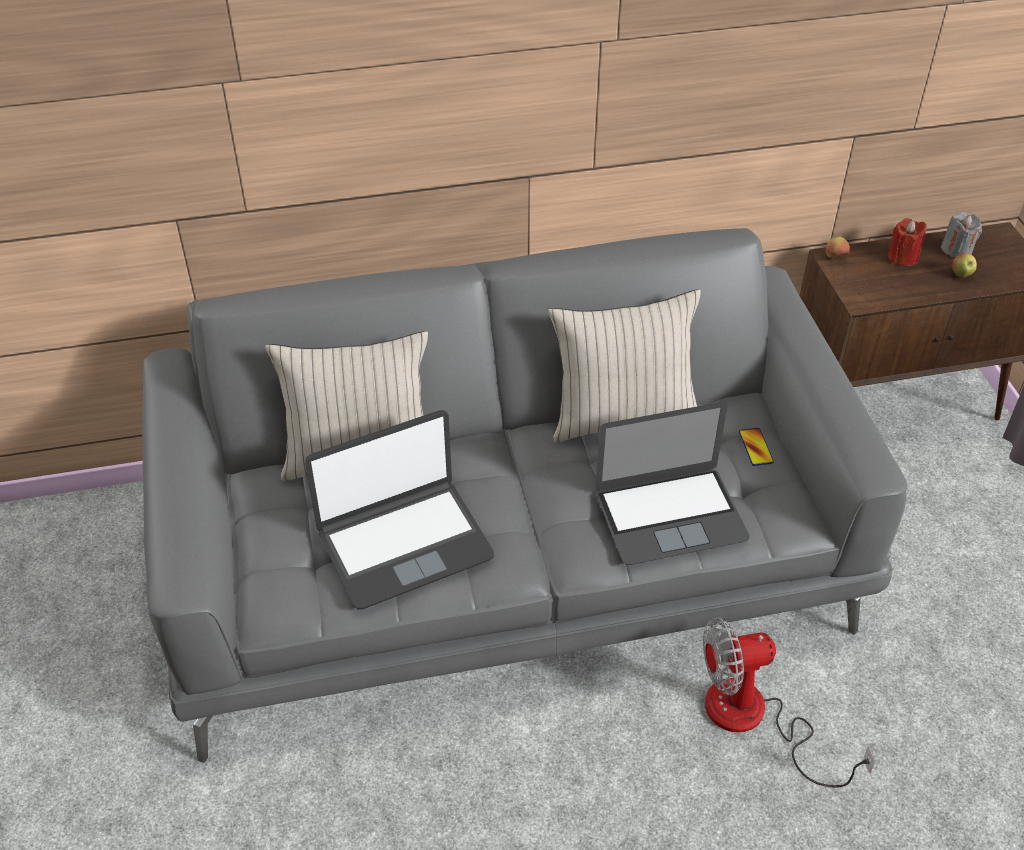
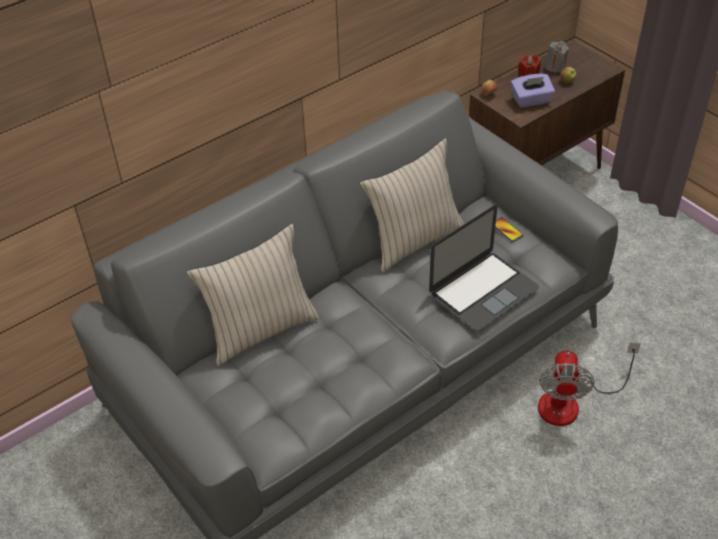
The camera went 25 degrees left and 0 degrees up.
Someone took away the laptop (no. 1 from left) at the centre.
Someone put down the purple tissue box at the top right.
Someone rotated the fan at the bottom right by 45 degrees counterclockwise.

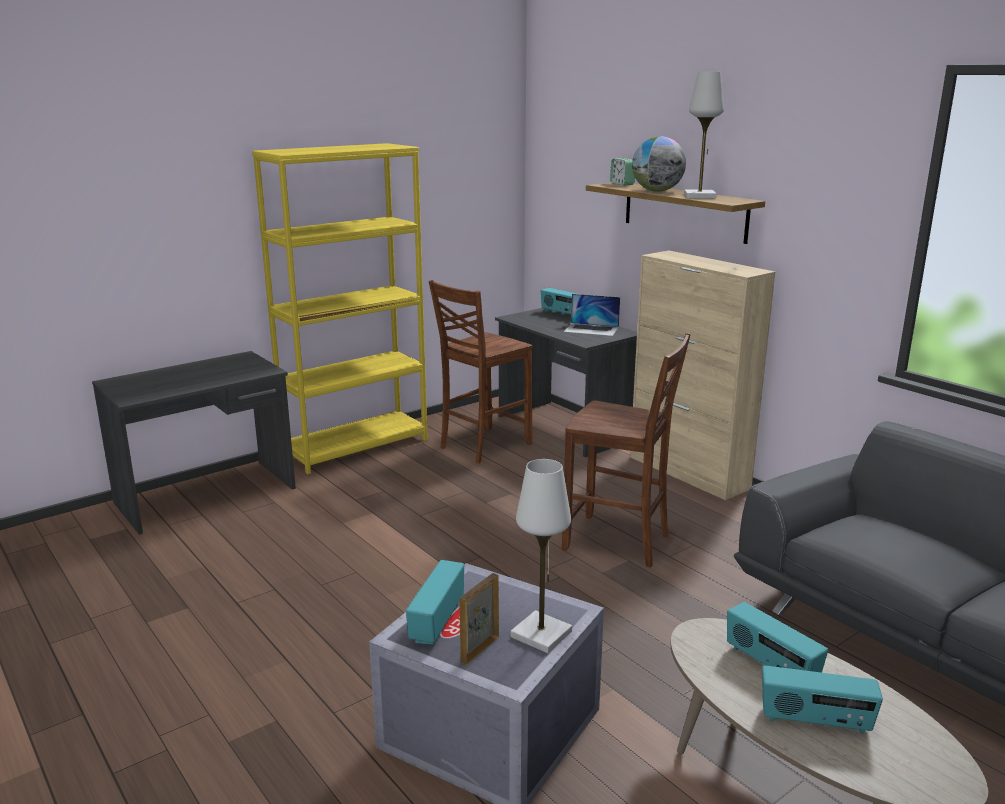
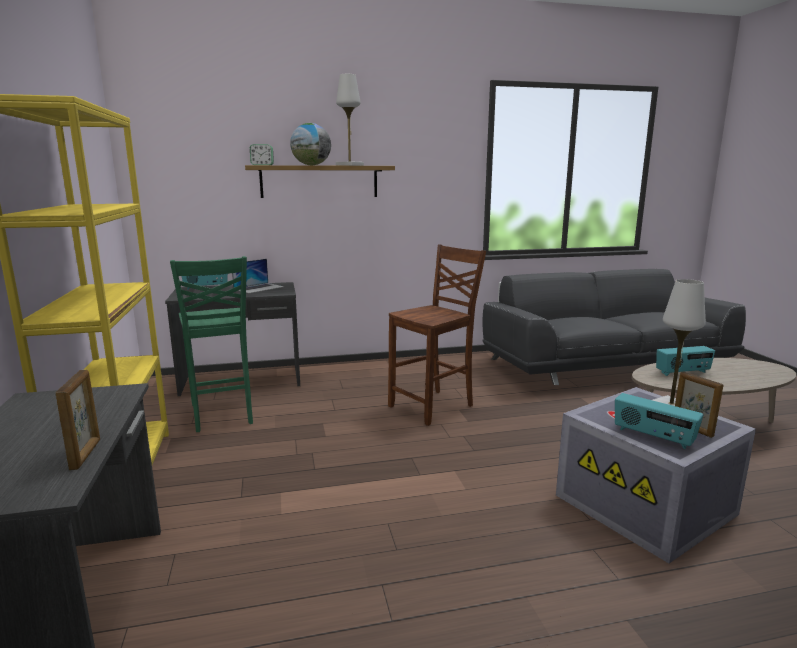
The camera went 65 degrees left and 5 degrees down.
Someone took away the beige cabinet at the middle right.
Someone took away the radio (no. 4 from left) at the bottom right.
Someone put down the picture frame (no. 1 from left) at the middle left.
Someone repainted the brown chair (no. 1 from left) at the centre, which became the green chair at the middle left.

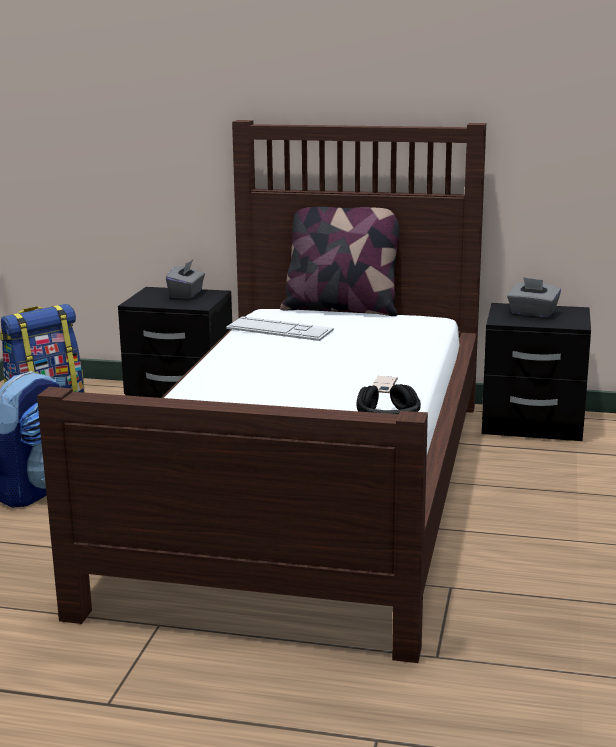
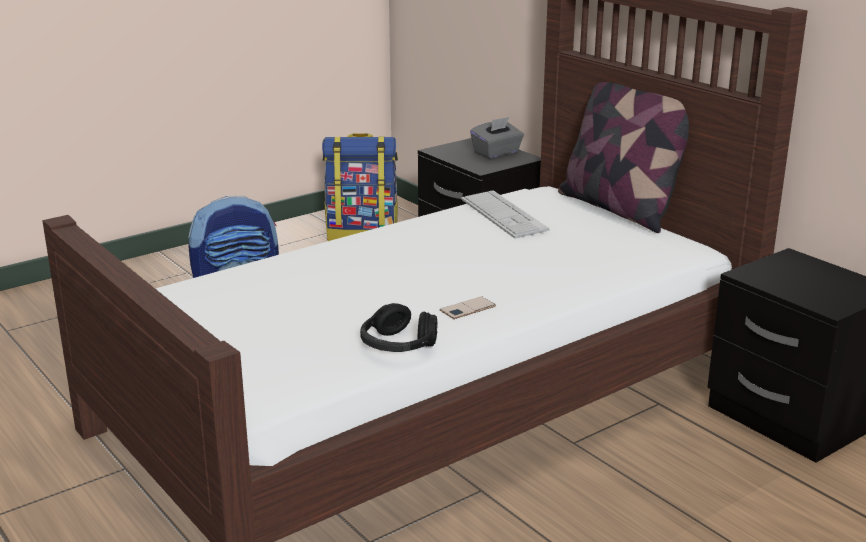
The camera went 40 degrees right and 5 degrees up.
Someone took away the grey tissue box (no. 2 from left) at the middle right.

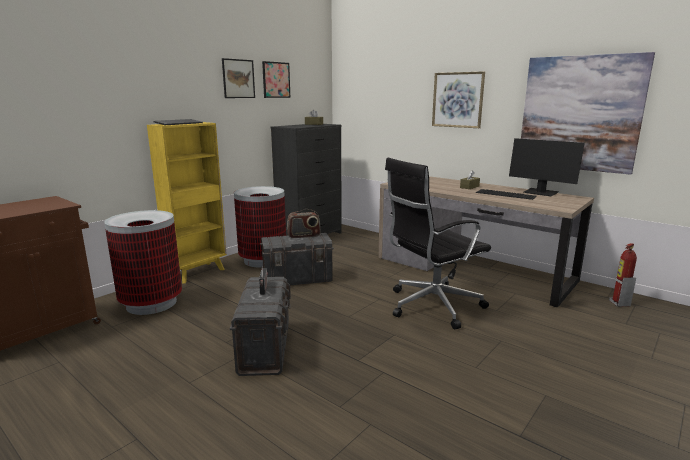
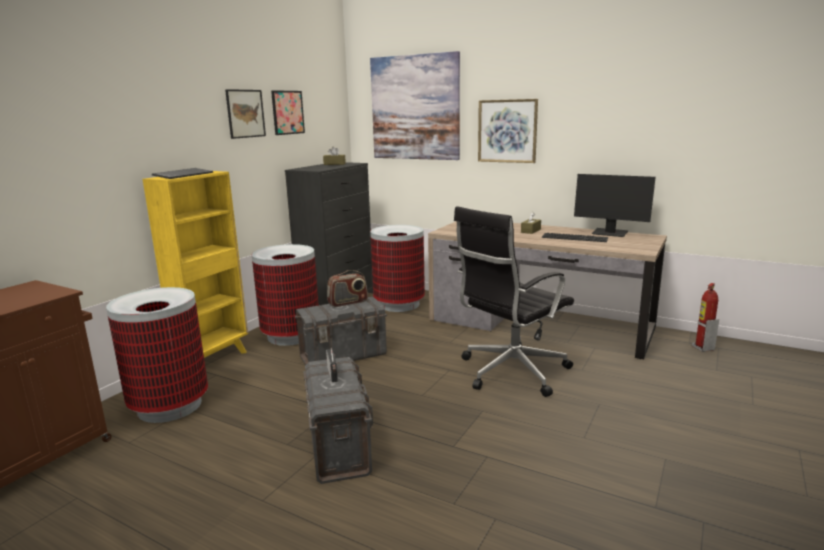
The camera went 10 degrees left and 0 degrees up.
Someone put down the trash can (no. 3 from left) at the centre.
Someone carried the picture (no. 4 from left in the first image) from the top right to the top centre.

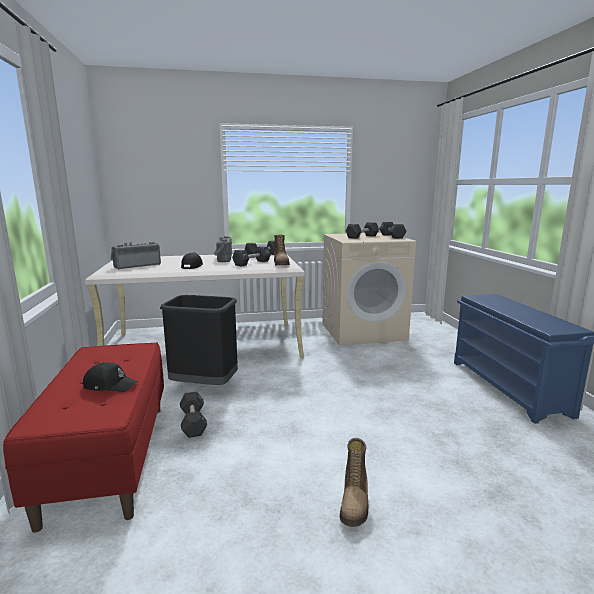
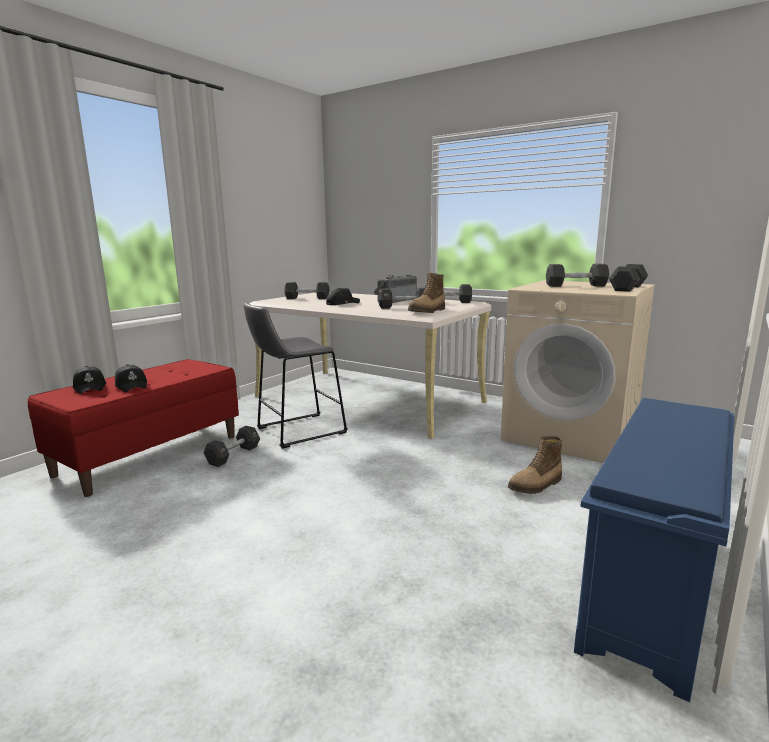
The camera went 45 degrees right and 0 degrees up.
Someone put down the black cap (no. 1 from left) at the middle left.
Someone carried the boot (no. 2 from left) from the bottom centre to the middle right.
Someone swapped the radio (no. 1 from left) at the middle left for the black dumbbell (no. 2 from left) at the centre.
Someone swapped the black trash can at the centre for the grey stool at the centre.

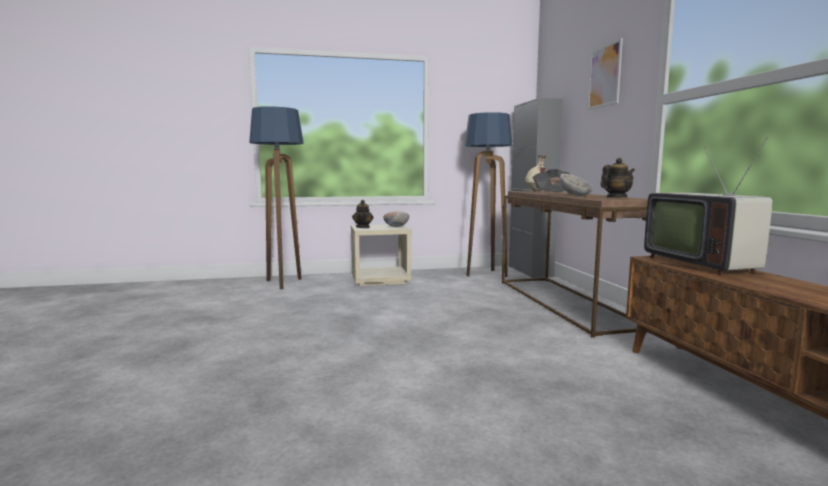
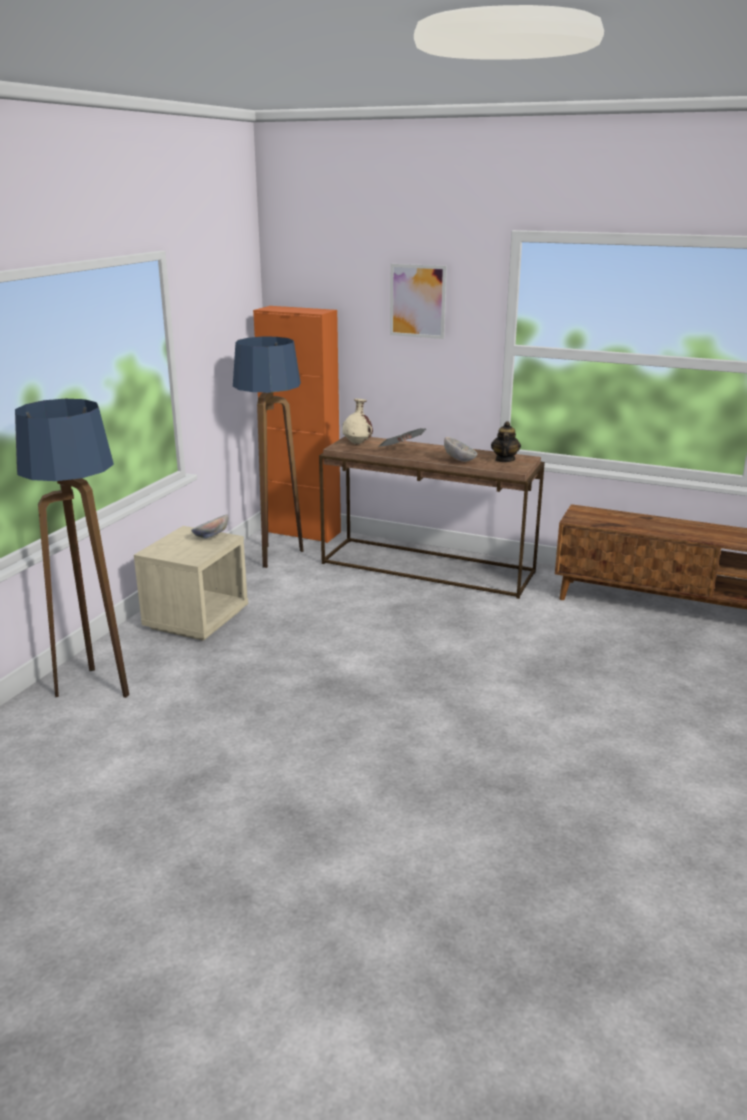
The camera went 55 degrees left and 15 degrees up.
Someone took away the teapot (no. 1 from left) at the centre.
Someone took away the television at the middle right.
Someone repainted the grey cabinet at the centre, which became the orange cabinet at the centre.

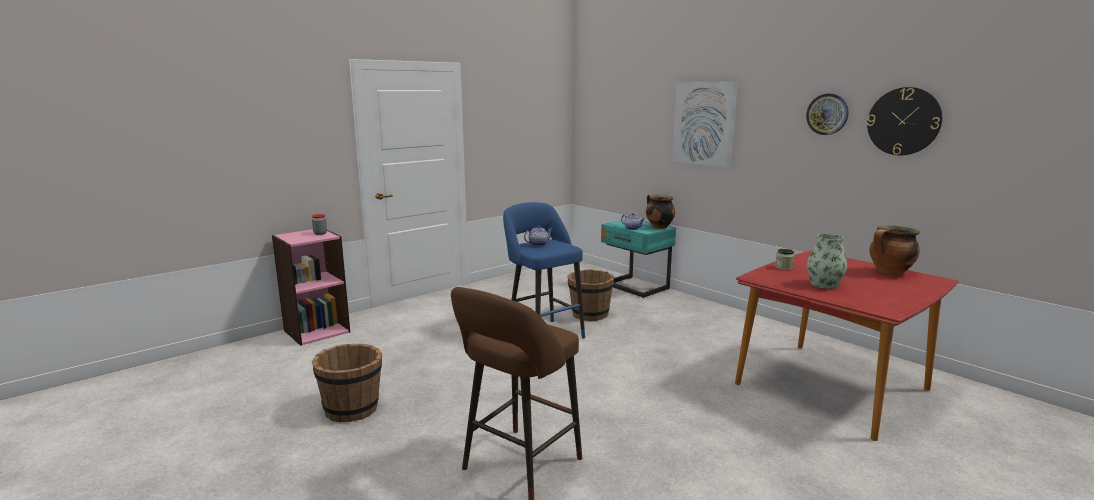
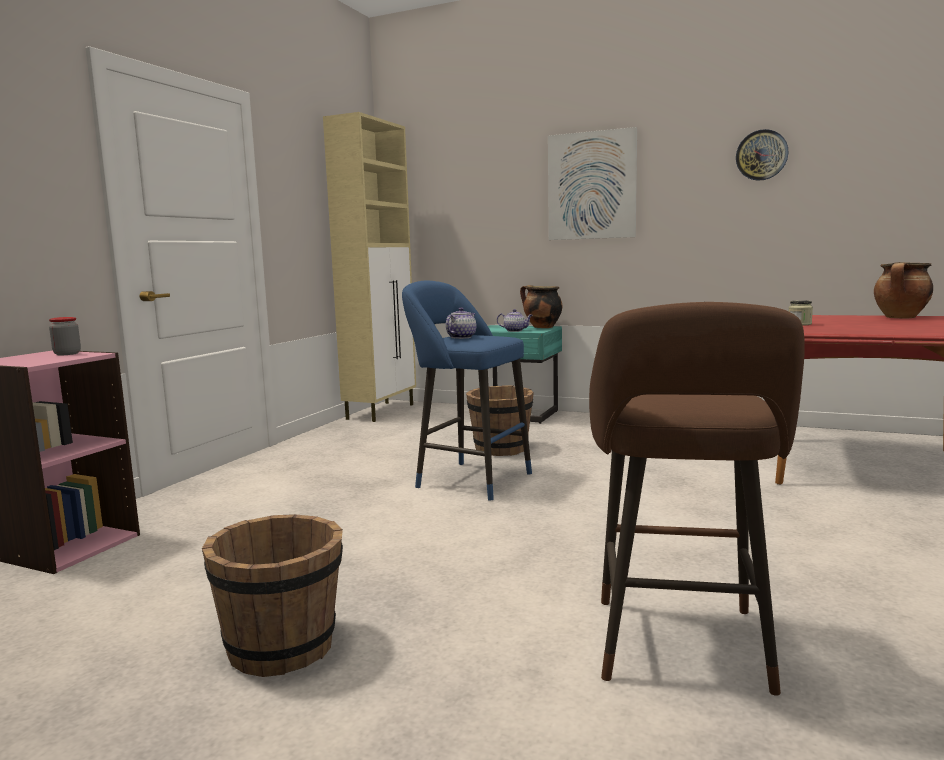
The camera went 25 degrees left and 5 degrees down.
Someone took away the vase at the middle right.
Someone took away the wall clock (no. 2 from left) at the top right.
Someone put down the beige cabinet at the centre.

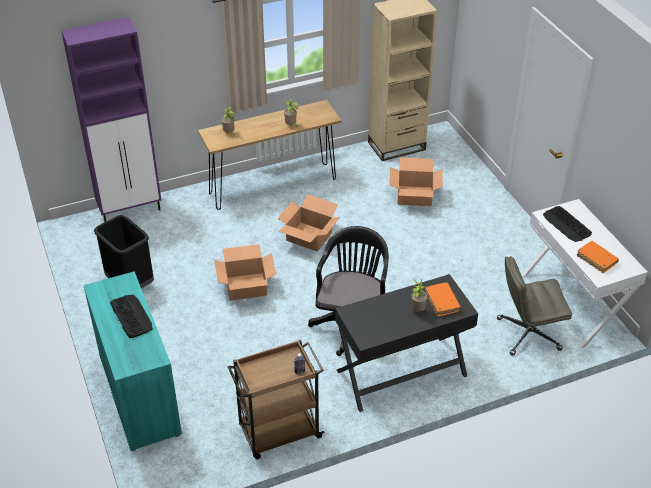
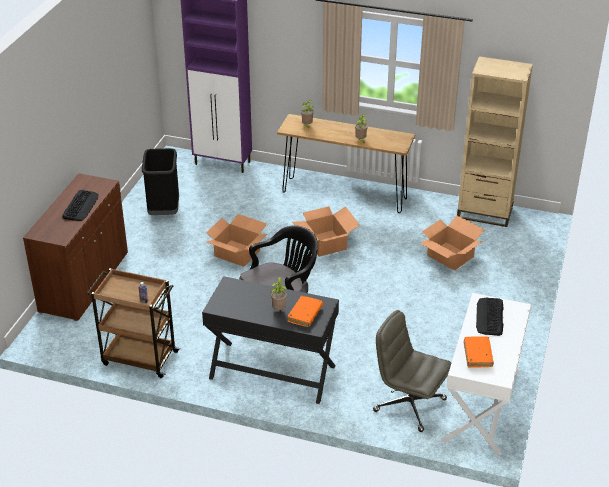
The camera went 40 degrees right and 5 degrees down.
Someone repainted the turquoise cabinet at the bottom left, which became the brown cabinet at the middle left.

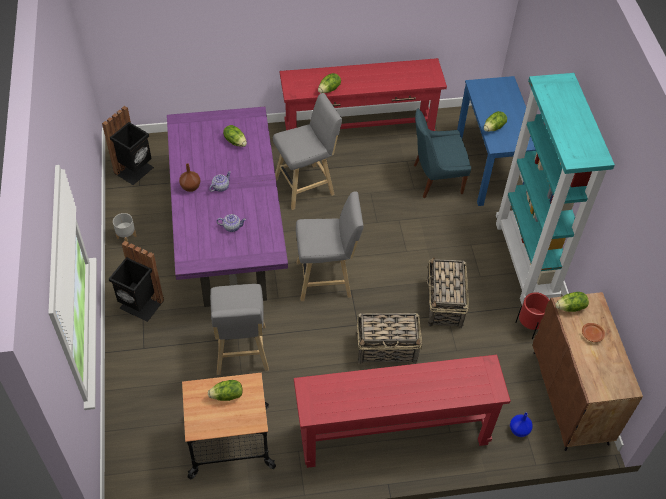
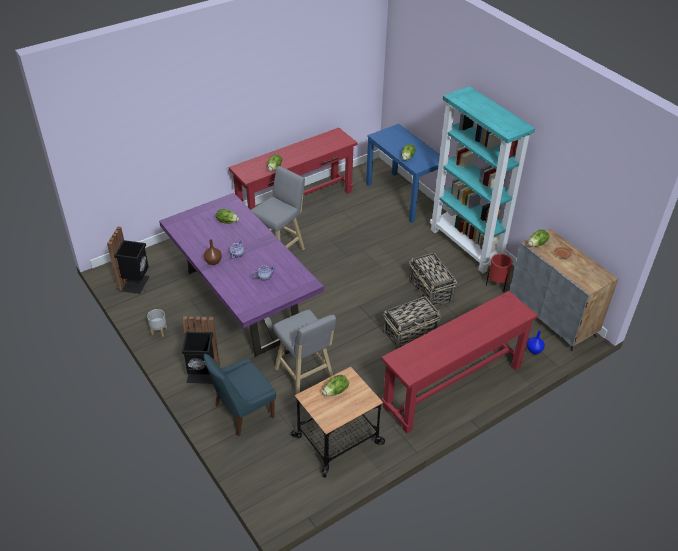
The camera went 25 degrees left and 10 degrees down.
Someone took away the grey stool (no. 3 from left) at the centre.
Someone carried the blue chair from the top centre to the bottom centre.
Someone repainted the brown cabinet at the bottom right, which became the grey cabinet at the middle right.

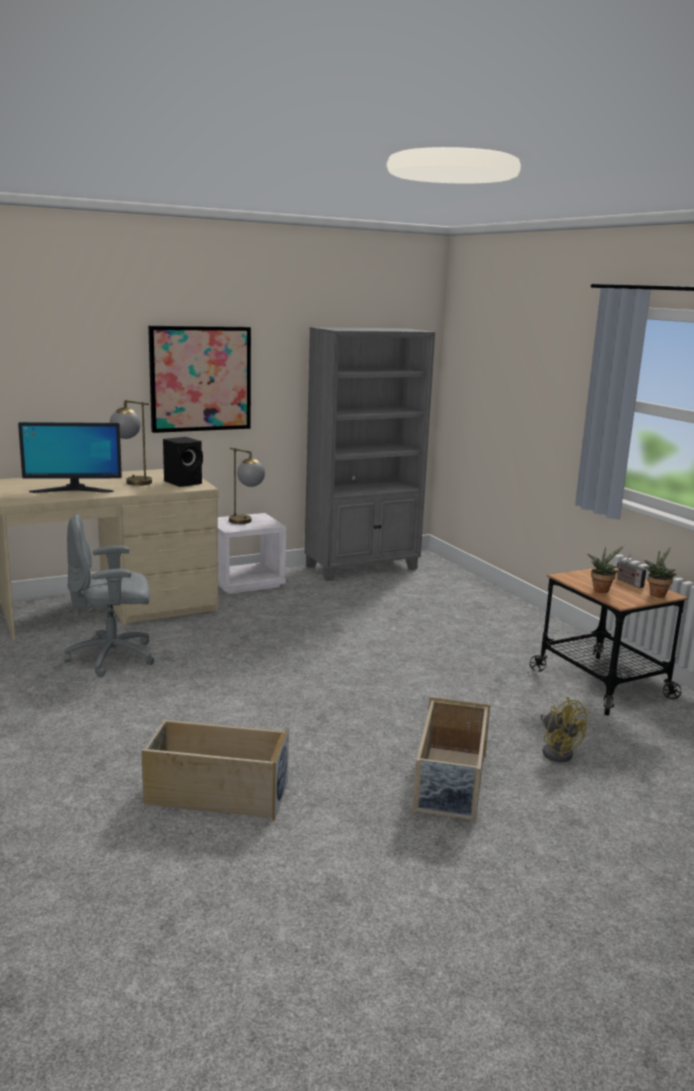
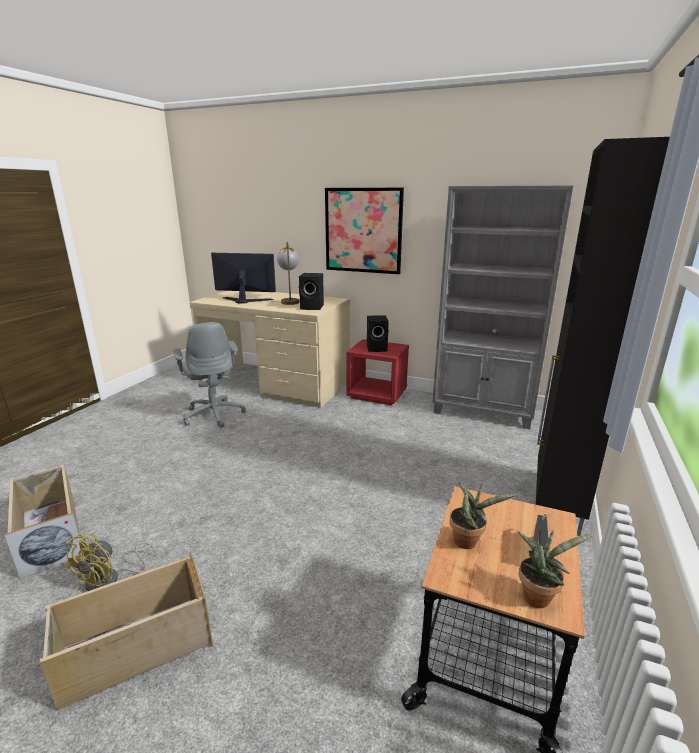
The camera went 50 degrees right and 5 degrees up.
Someone put down the black cabinet at the middle right.
Someone carried the yellow fan from the bottom right to the bottom left.
Someone swapped the table lamp (no. 2 from left) at the centre for the black speaker (no. 2 from left) at the centre.
Someone repainted the white nightstand at the centre, which became the red nightstand at the centre.
Someone rotated the monitor at the middle left by 150 degrees clockwise.
Someone rotated the grey office chair at the middle left by 150 degrees counterclockwise.

